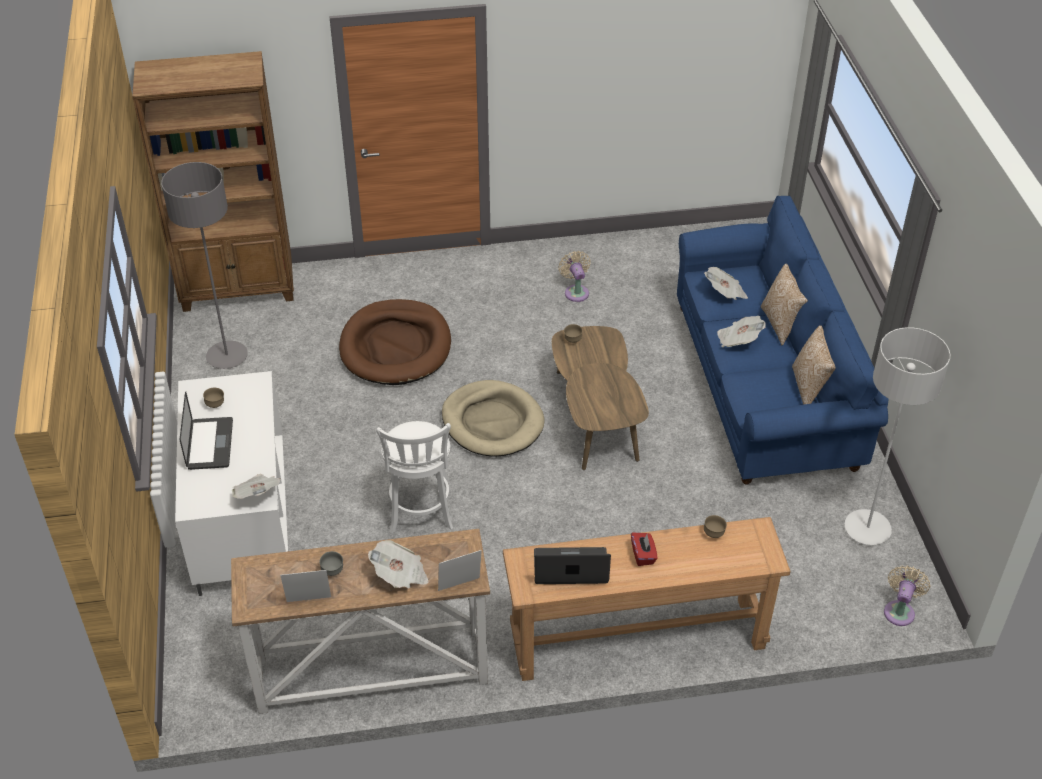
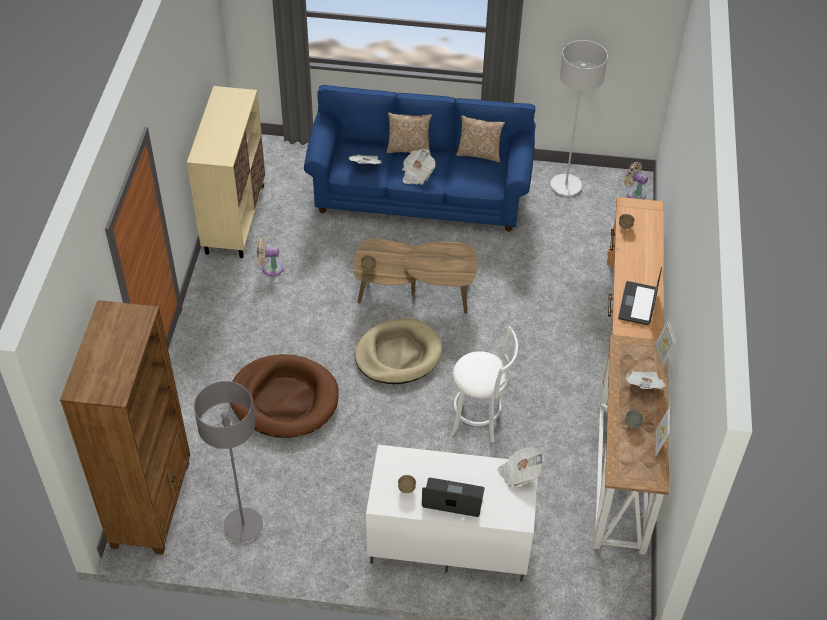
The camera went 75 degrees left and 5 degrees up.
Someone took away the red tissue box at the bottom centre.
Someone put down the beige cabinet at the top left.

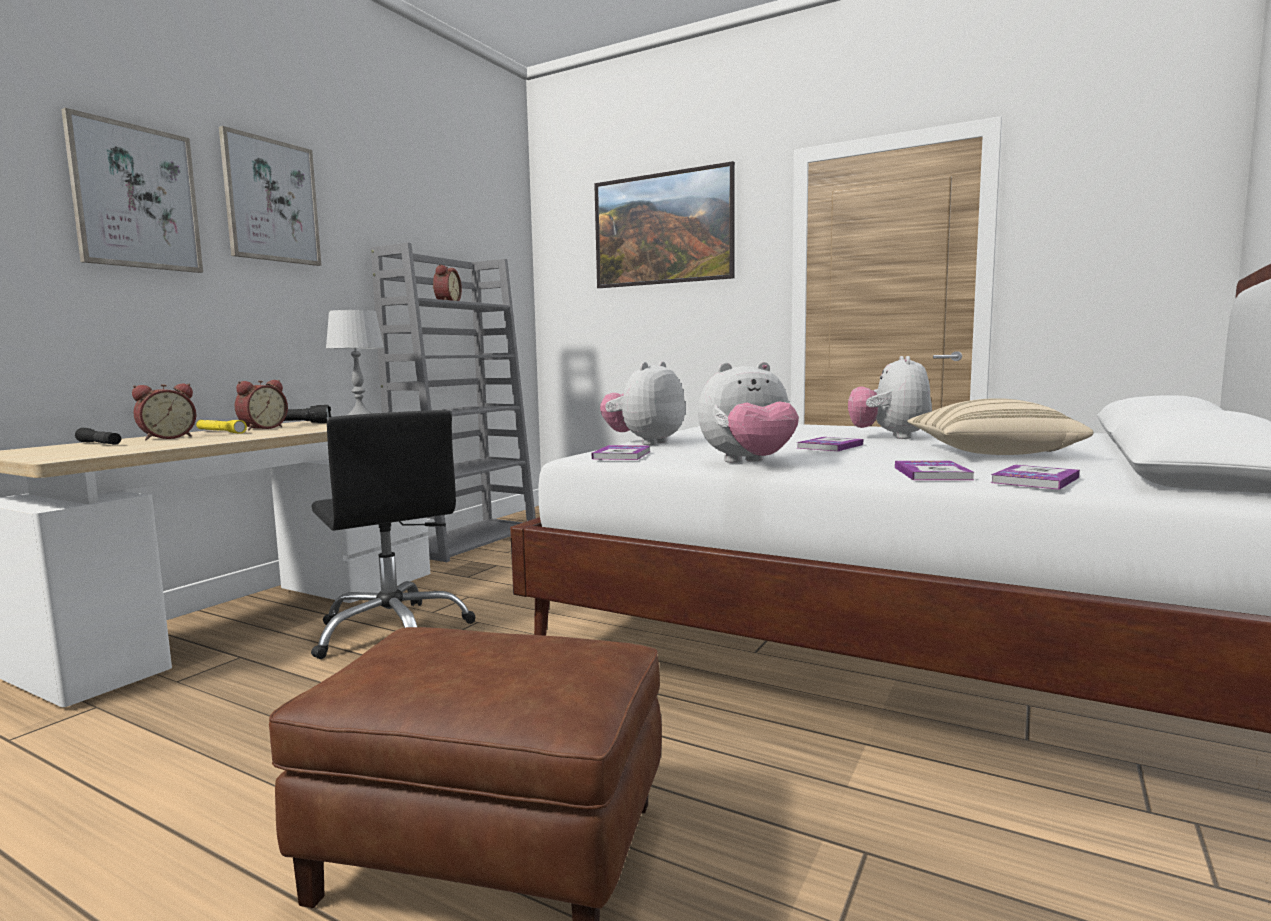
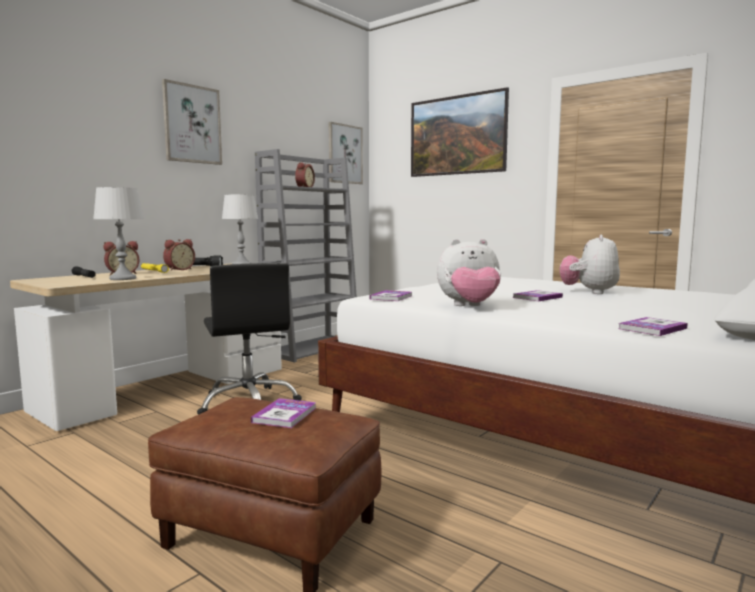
The camera went 10 degrees right and 0 degrees up.
Someone took away the plush toy (no. 1 from left) at the centre.
Someone took away the beige pillow at the middle right.
Someone put down the grey table lamp (no. 1 from left) at the middle left.
Someone carried the picture (no. 1 from left in the first image) from the top left to the top centre.
Someone carried the book (no. 3 from left in the first image) from the middle right to the bottom centre.

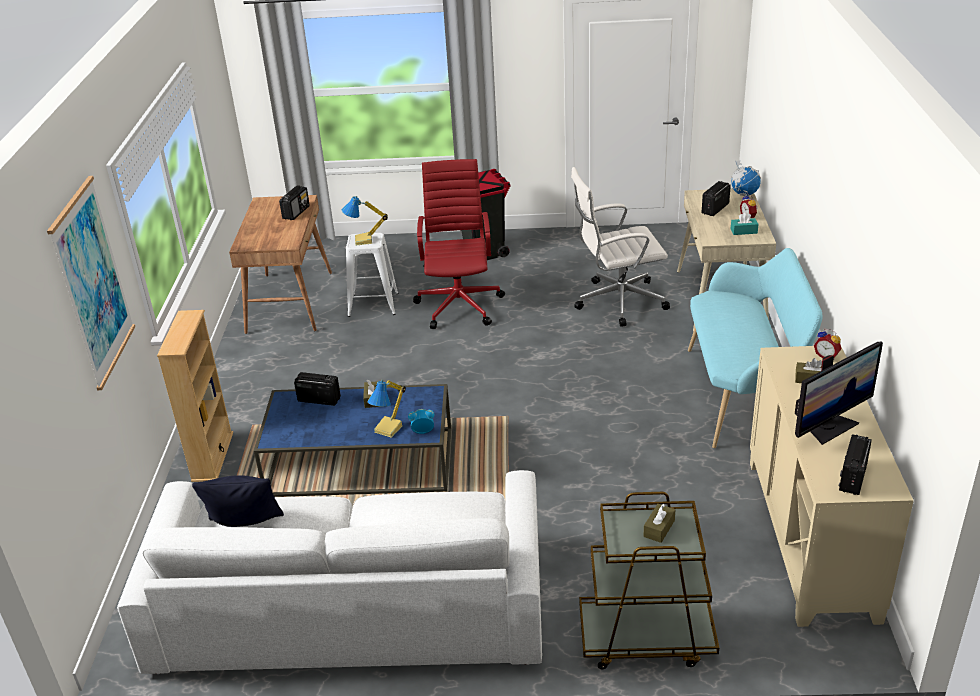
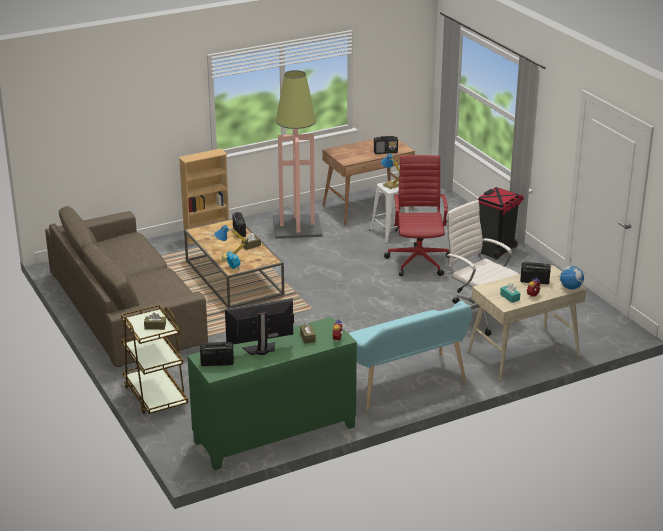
The camera went 60 degrees right and 5 degrees down.
Someone took away the picture at the middle left.
Someone took away the black pillow at the bottom left.
Someone put down the floor lamp at the top centre.
Someone repainted the white sofa at the bottom centre, which became the brown sofa at the middle left.
Someone repainted the blue coffee table at the centre, which became the brown coffee table at the centre.
Someone repainted the beige cabinet at the bottom right, which became the green cabinet at the bottom centre.
Someone rotated the red office chair at the centre by 60 degrees counterclockwise.
Someone rotated the monitor at the middle right by 135 degrees clockwise.

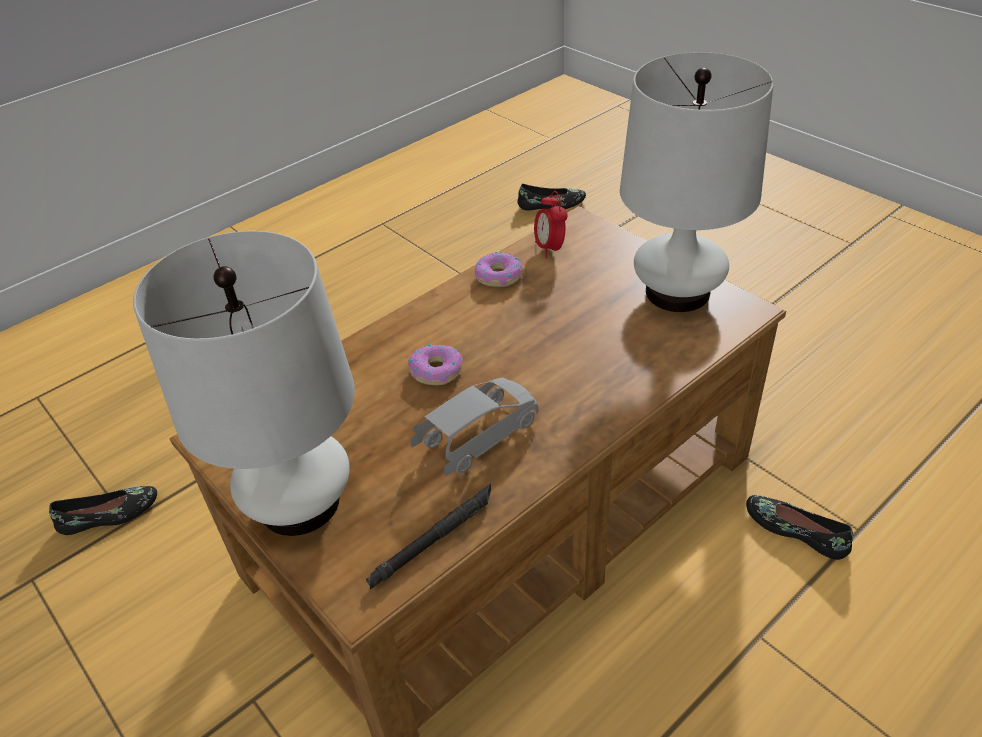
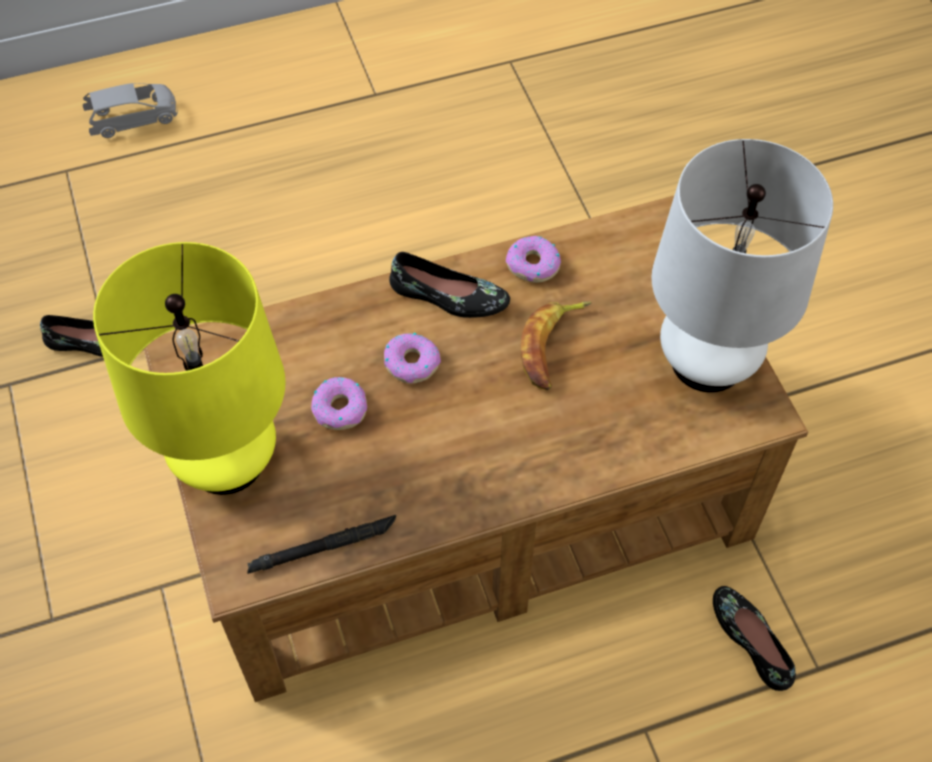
The camera went 20 degrees right and 15 degrees up.
Someone took away the alarm clock at the top centre.
Someone put down the donut (no. 1 from left) at the centre.
Someone put down the banana at the centre.
Someone carried the grey toy car from the centre to the top left.
Someone carried the black shoe (no. 2 from left) from the top centre to the centre.
Someone repainted the white table lamp (no. 1 from left) at the middle left, which became the yellow table lamp at the middle left.

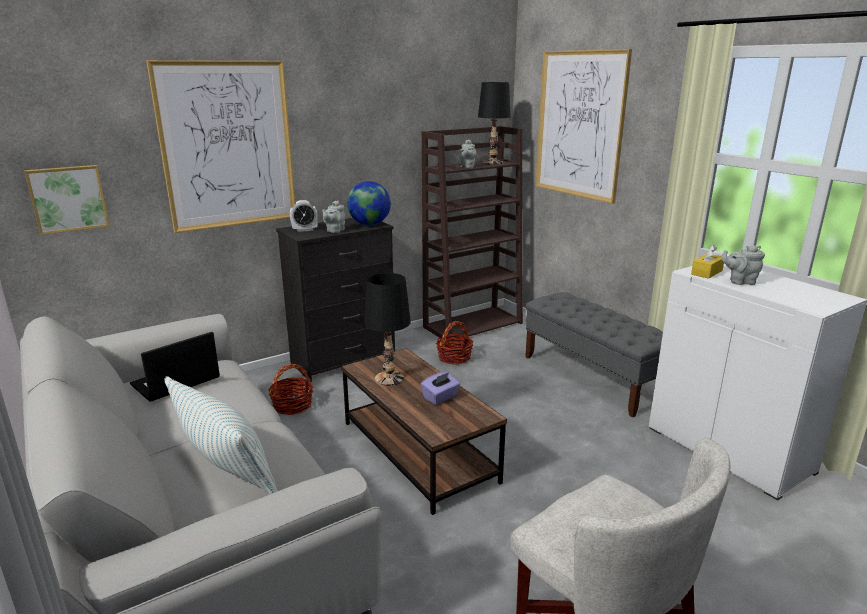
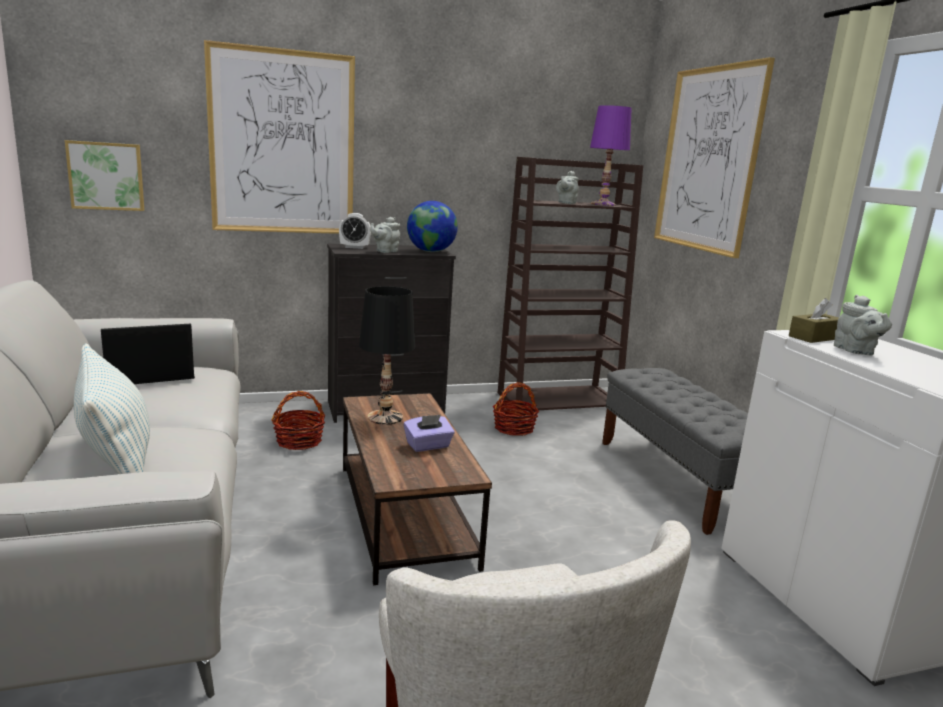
The camera went 15 degrees right and 5 degrees down.
Someone repainted the black table lamp (no. 2 from left) at the top centre, which became the purple table lamp at the top centre.
Someone repainted the yellow tissue box at the middle right, which became the brown tissue box at the middle right.
Someone rotated the grey teapot (no. 3 from left) at the middle right by 120 degrees counterclockwise.

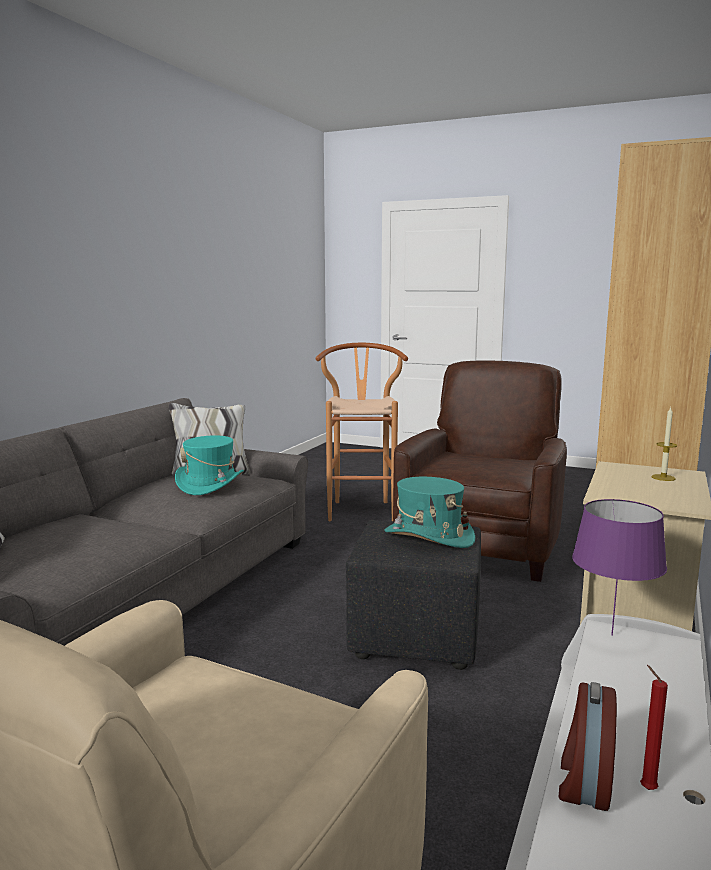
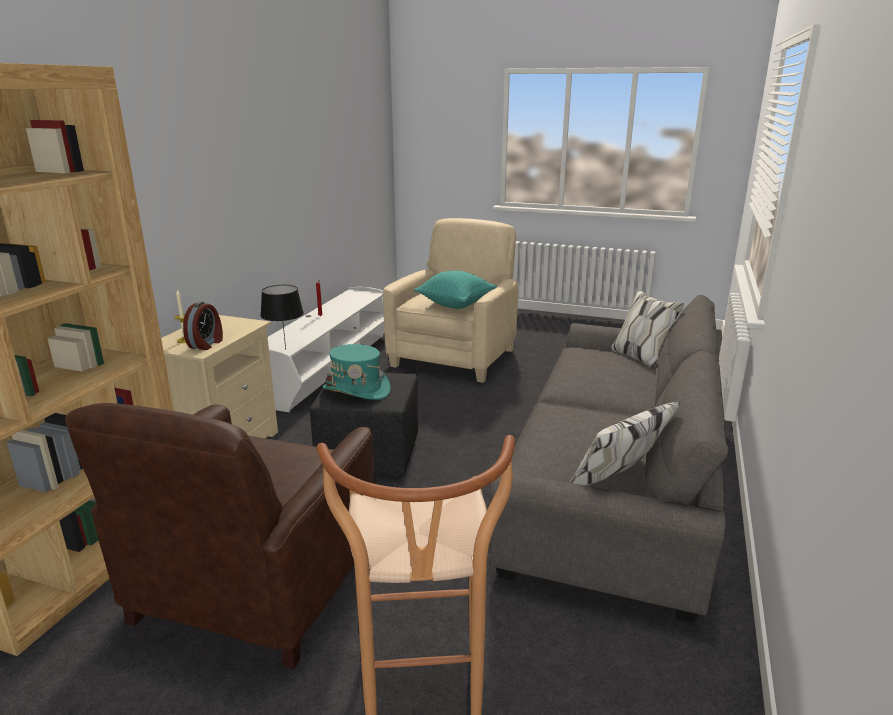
The camera went 175 degrees right and 10 degrees up.
Someone took away the turquoise hat (no. 1 from left) at the middle left.
Someone put down the turquoise pillow at the centre.
Someone carried the alarm clock from the bottom right to the middle left.
Someone repainted the purple table lamp at the middle right, which became the black table lamp at the middle left.

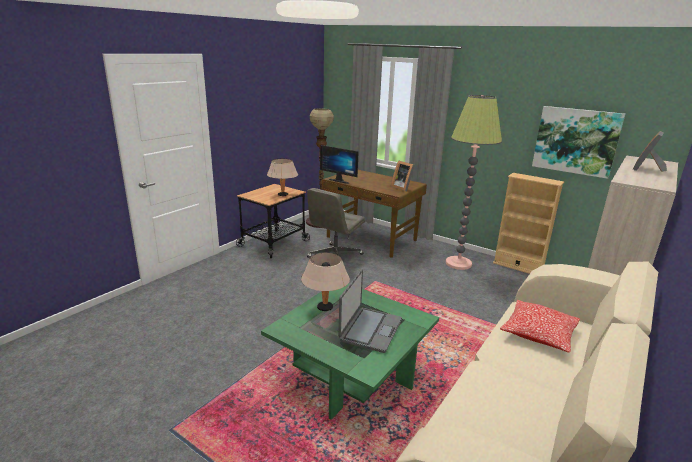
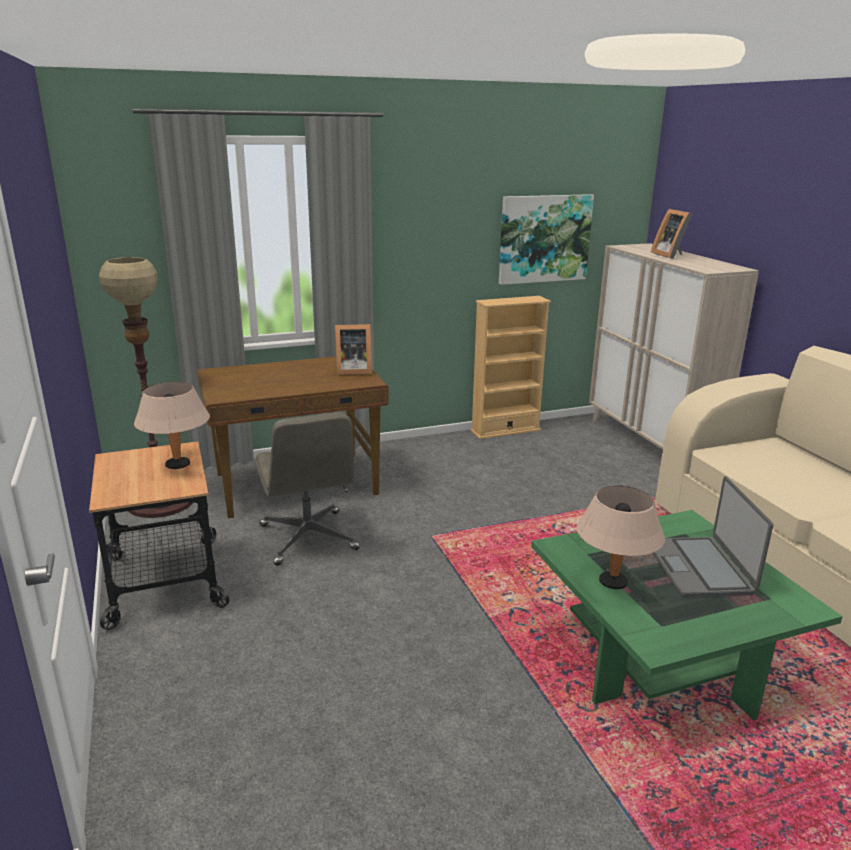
The camera went 55 degrees left and 0 degrees up.
Someone took away the monitor at the centre.
Someone took away the floor lamp (no. 2 from left) at the middle right.
Someone took away the pillow at the bottom right.
Someone rotated the laptop at the bottom centre by 150 degrees counterclockwise.

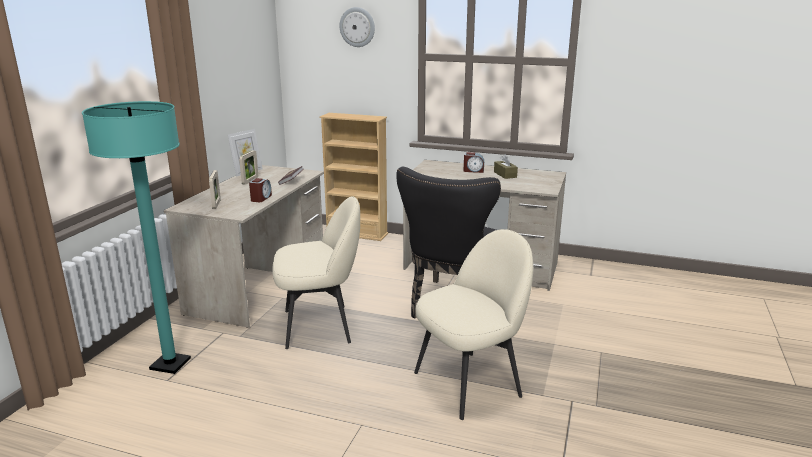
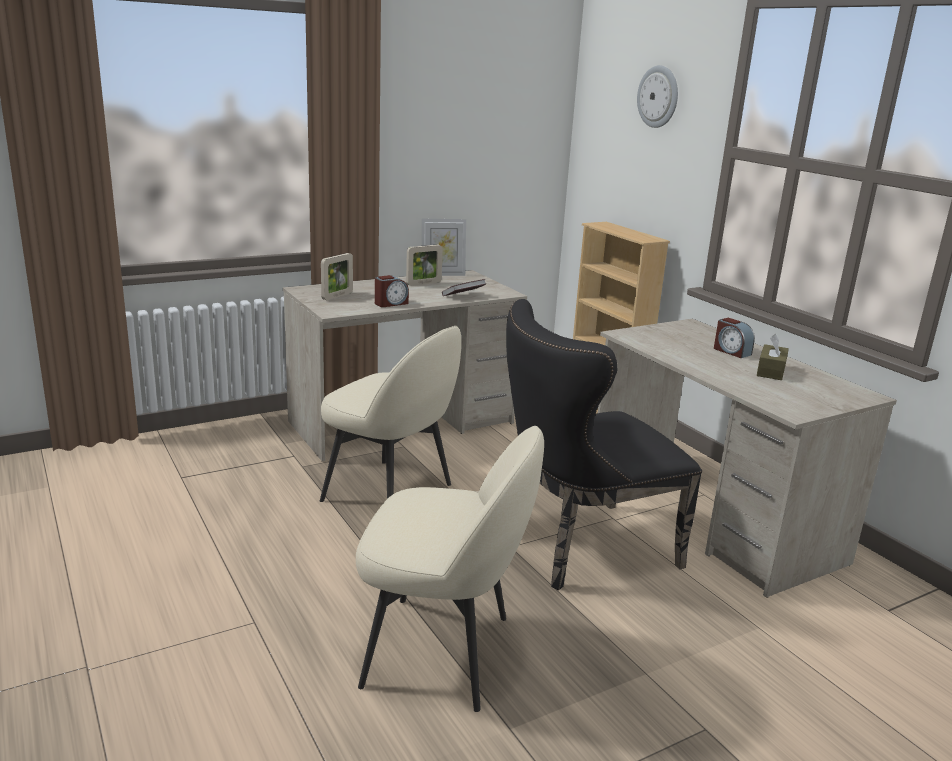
The camera went 40 degrees right and 0 degrees up.
Someone took away the turquoise floor lamp at the middle left.

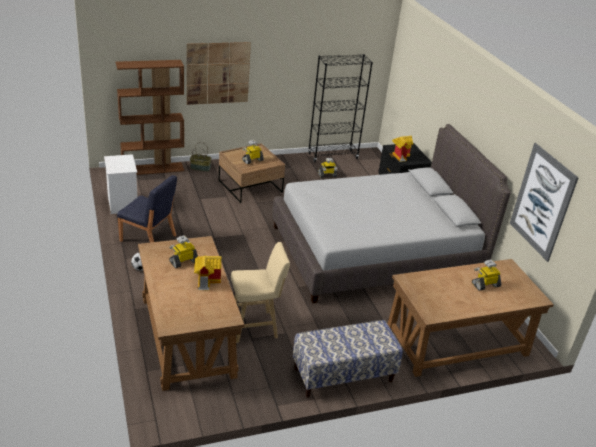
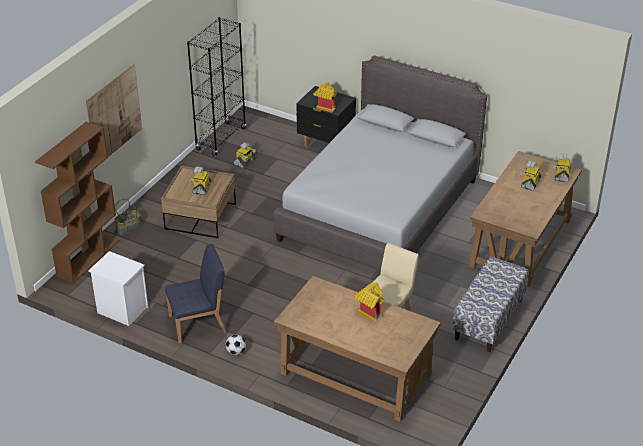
The camera went 40 degrees left and 5 degrees up.
Someone took away the picture (no. 2 from left) at the middle right.
Someone carried the toy robot (no. 1 from left in the first image) from the middle left to the middle right.

